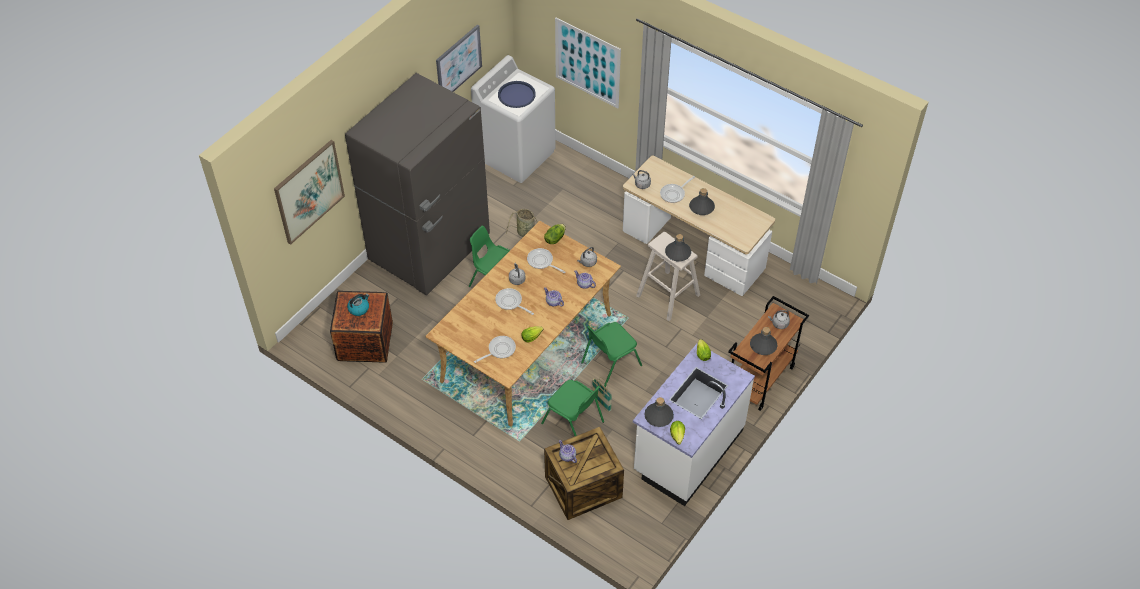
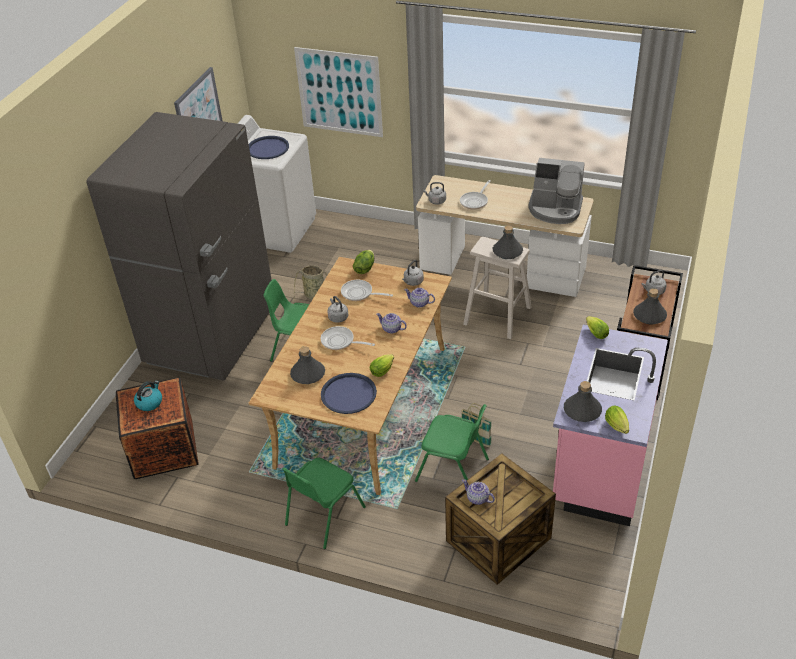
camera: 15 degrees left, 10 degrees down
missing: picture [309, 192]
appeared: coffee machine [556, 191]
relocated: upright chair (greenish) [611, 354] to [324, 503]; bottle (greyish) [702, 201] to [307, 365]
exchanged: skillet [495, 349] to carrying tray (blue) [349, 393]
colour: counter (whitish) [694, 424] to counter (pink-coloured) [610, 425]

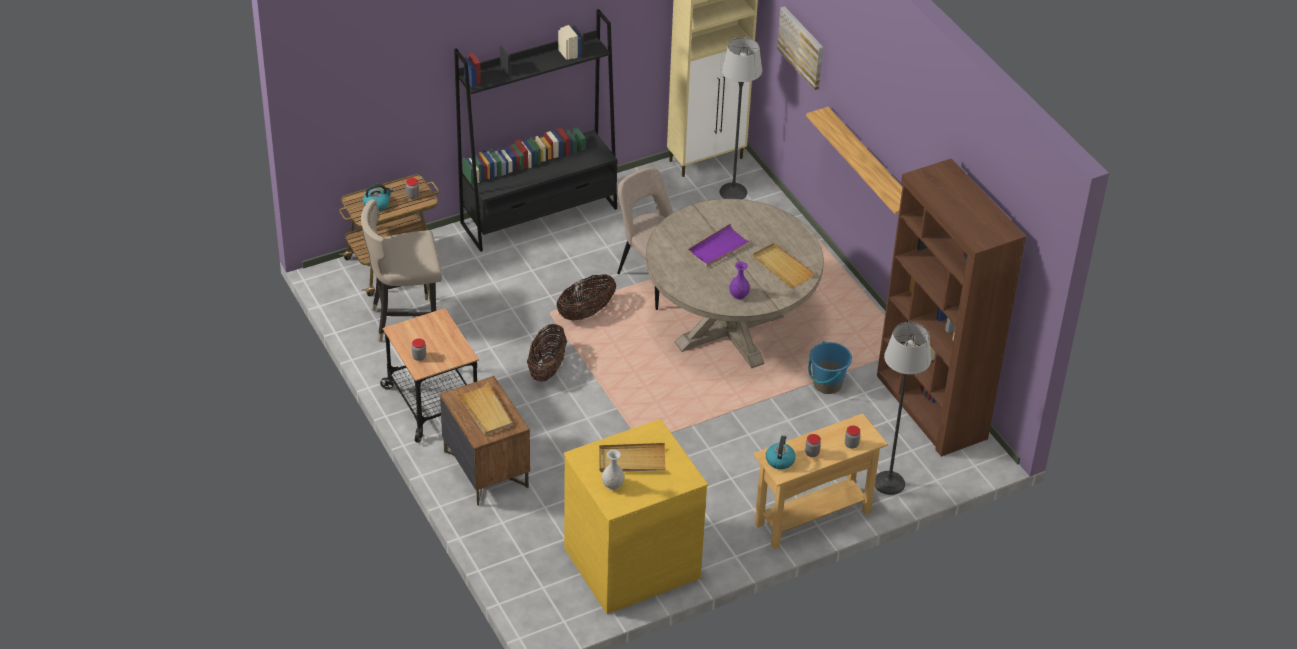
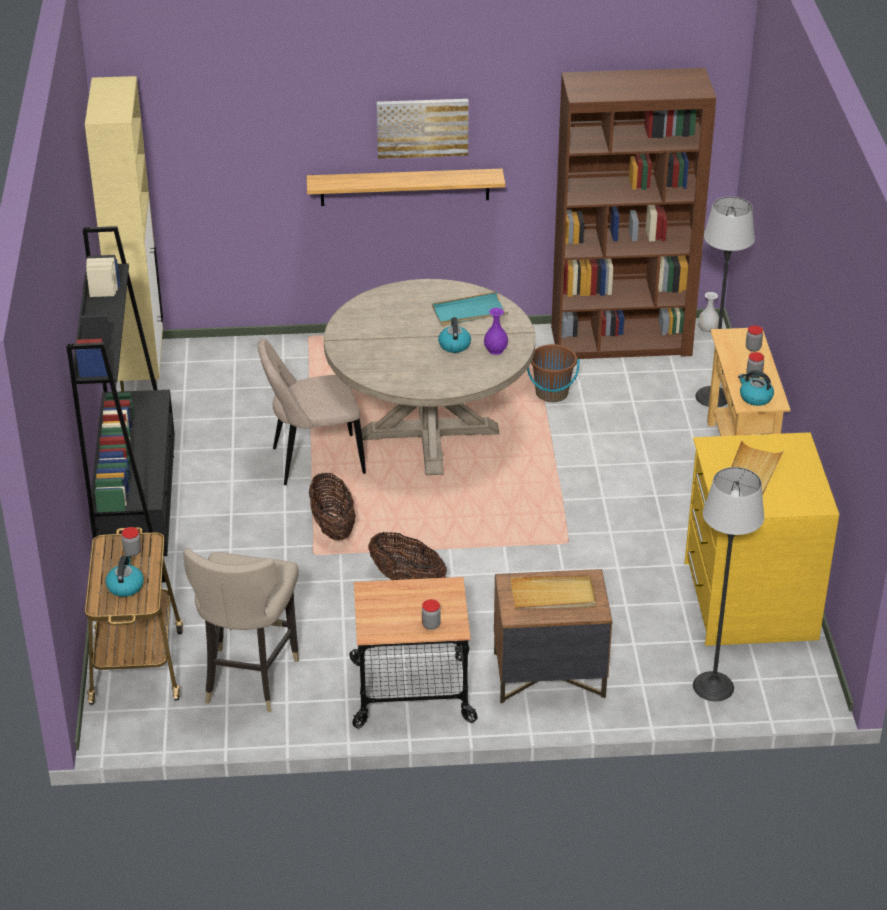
camera: 65 degrees left, 5 degrees down
missing: carrying tray (purple-coloured) [720, 245]
appeared: kettle [454, 335]
relocated: picture [800, 48] to [423, 129]; floor lamp [740, 118] to [728, 584]; vase (whitish) [613, 470] to [708, 313]
colour: carrying tray (beige) [783, 265] to carrying tray (blue-green) [470, 309]; bucket (blue) [830, 367] to bucket (brown) [553, 373]

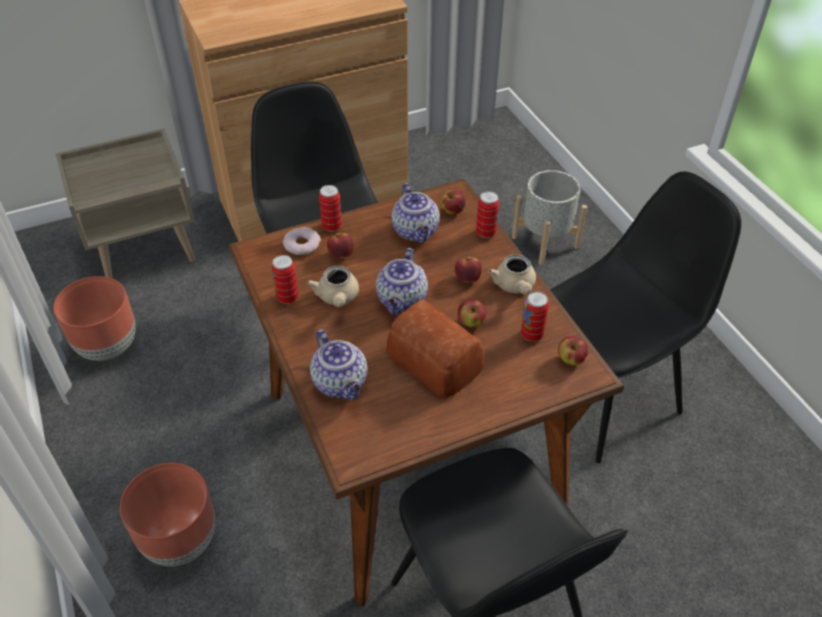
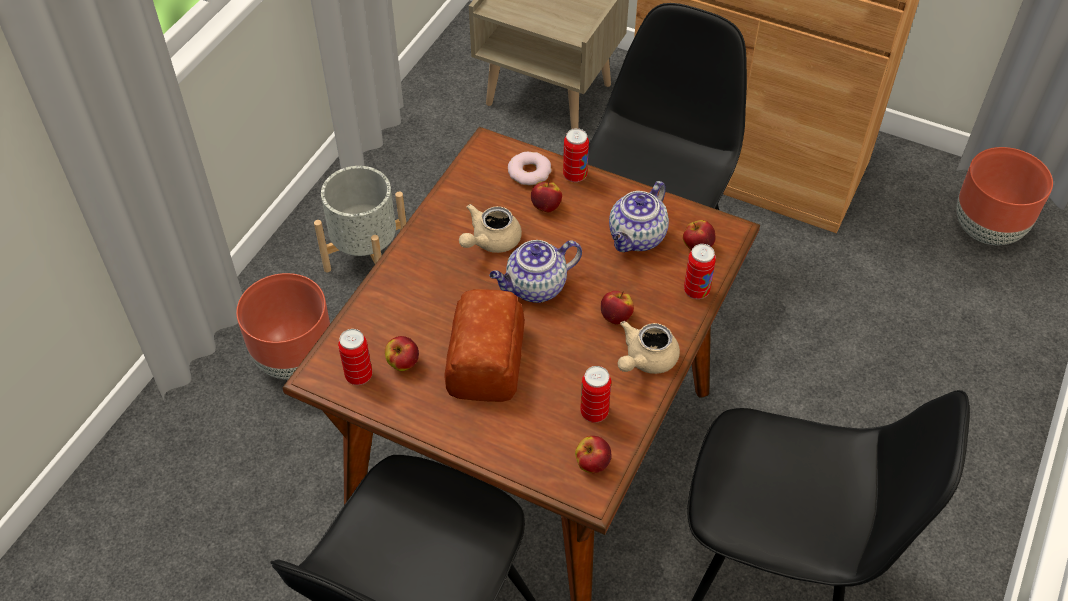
camera: 50 degrees right, 5 degrees up
missing: tea pot [338, 364]
relocated: plant pot (greyish) [549, 217] to [360, 219]; can [285, 279] to [355, 357]; apple [472, 313] to [402, 353]; plant pot (brown) [94, 318] to [1005, 196]

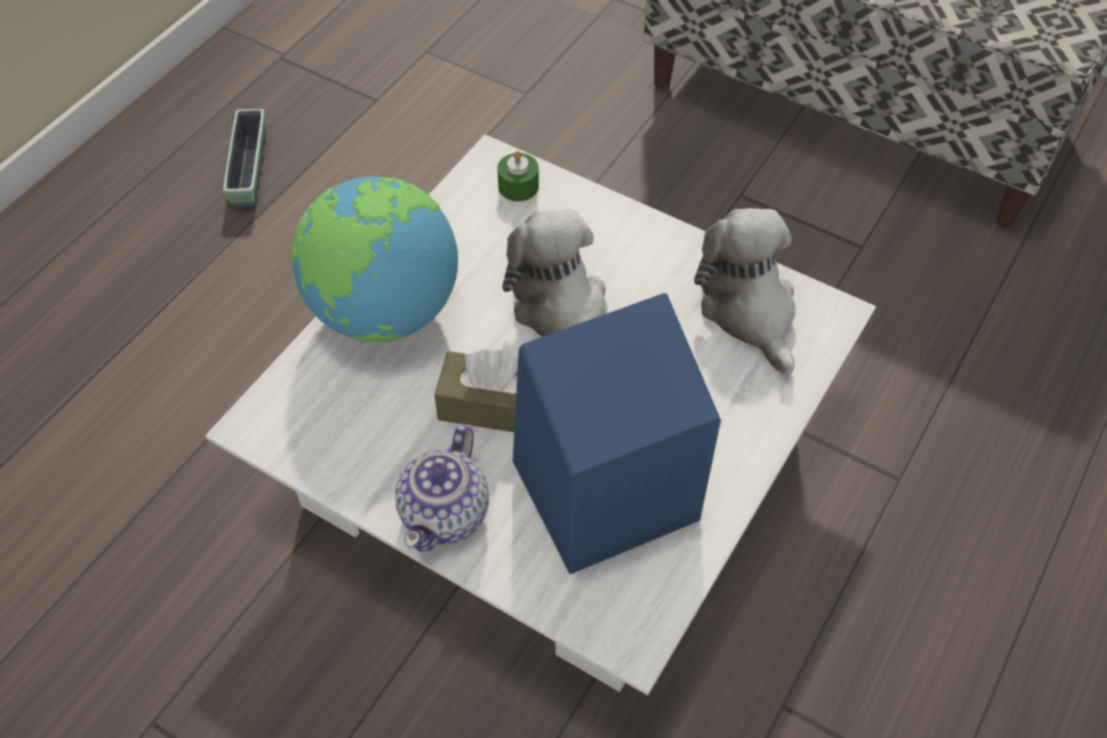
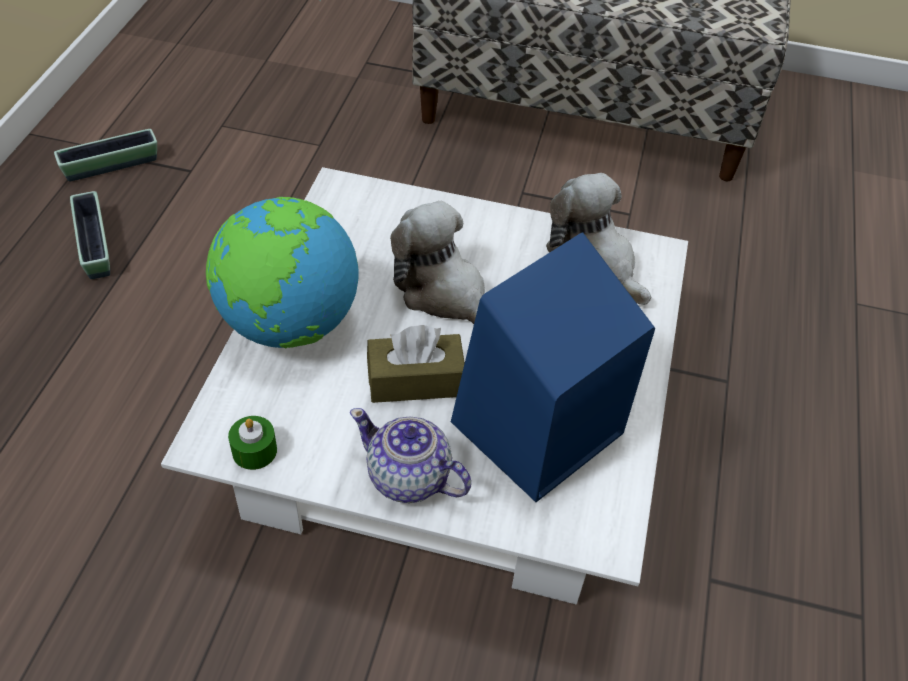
camera: 20 degrees left, 5 degrees down
appeared: plant pot [105, 155]
relocated: wax candle (greenish) [518, 176] to [252, 443]
spun: tea pot [442, 488] = [411, 455] 120 degrees clockwise

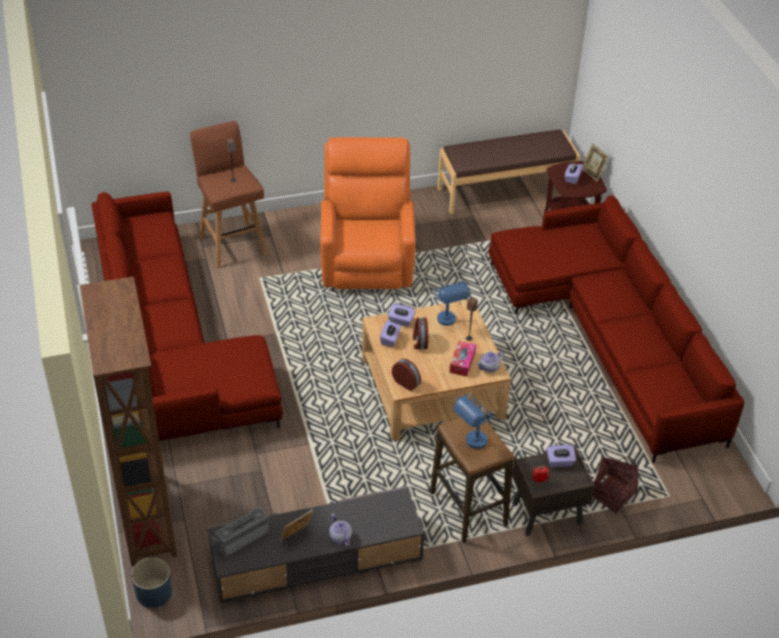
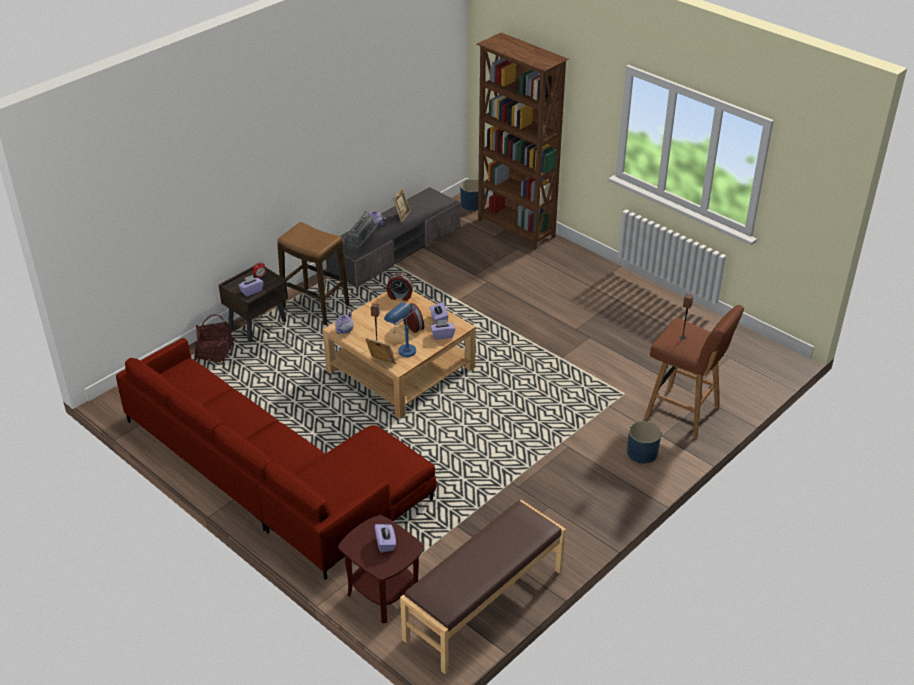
camera: 150 degrees right, 5 degrees down
missing: sofa (red-coloured) [187, 316]; easy chair (orangey) [368, 213]; tissue holder [462, 359]; table lamp (blue) [473, 421]
appeared: plant pot (blue) [644, 442]
relocated: radio receiver [240, 532] to [362, 233]; picture frame [595, 162] to [380, 351]

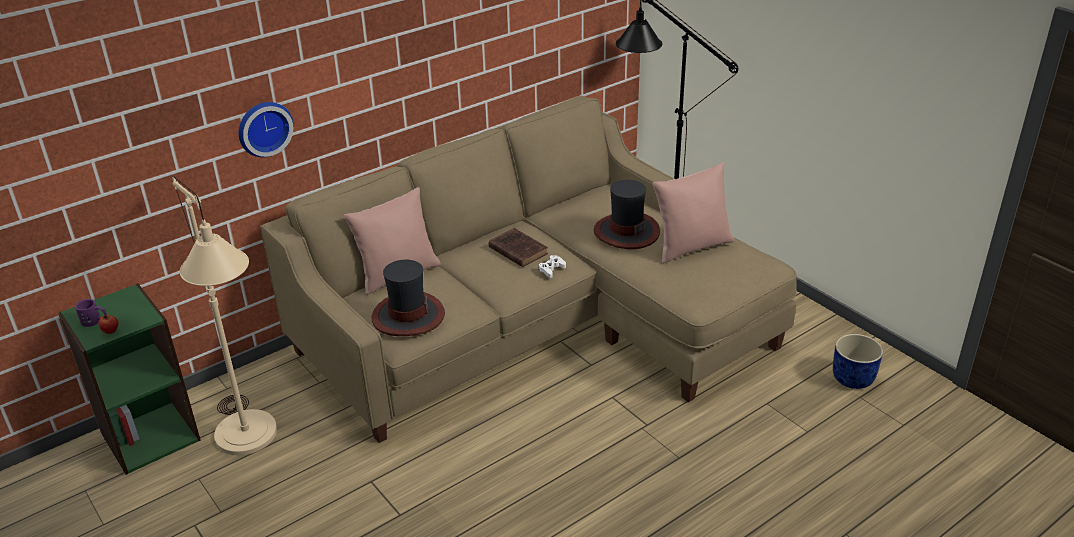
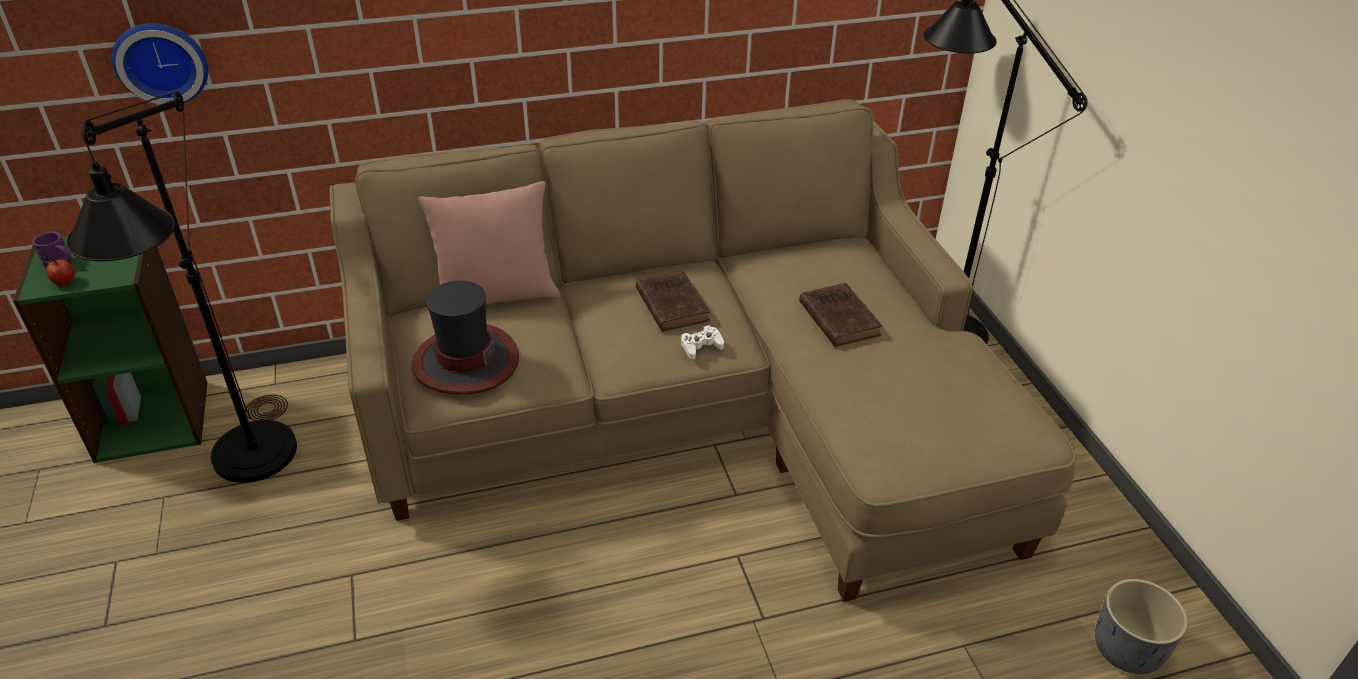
camera: 20 degrees right, 5 degrees up
missing: cushion (pink-coloured) [693, 213]
relocated: hanging clock [266, 129] to [160, 64]
exchanged: clothing hat [627, 214] to volume (brown) [841, 315]
colour: floor lamp (beige) [224, 315] to floor lamp (black) [182, 287]; plant pot (blue) [858, 361] to plant pot (greyish) [1141, 626]

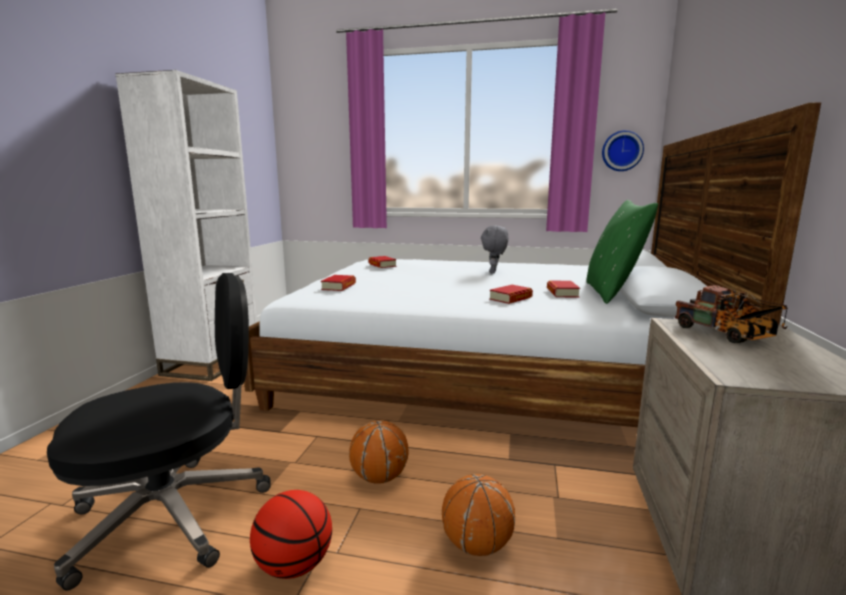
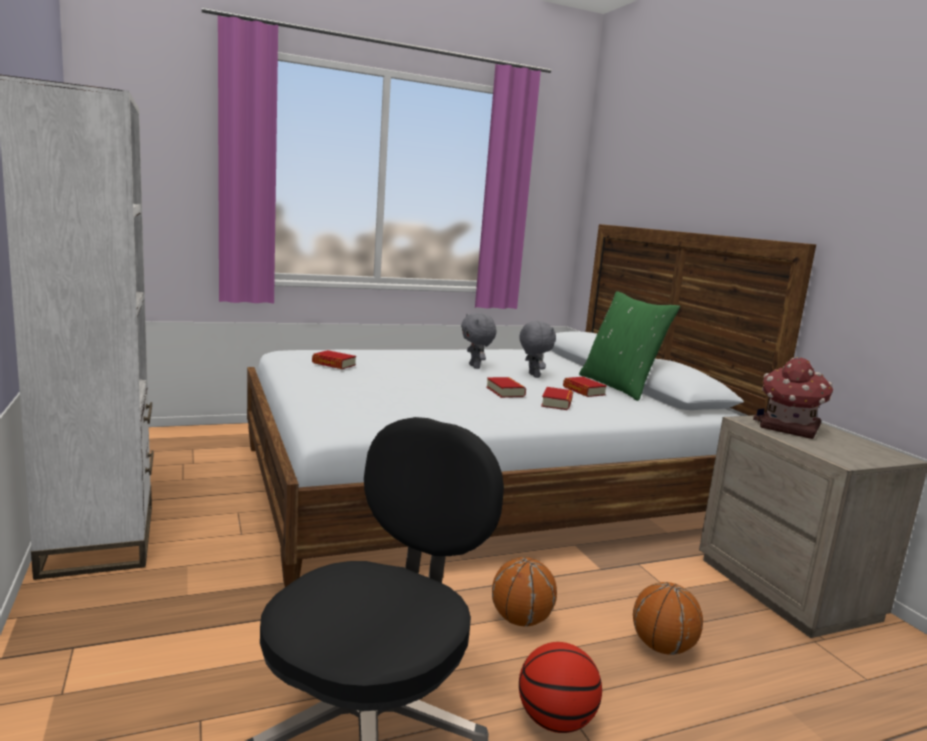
camera: 35 degrees left, 0 degrees up
missing: hanging clock [623, 150]
appeared: cuddly toy (greyish) [537, 349]
relocated: volume [338, 283] to [506, 387]
exchanged: toy truck [731, 314] to miniature house [793, 398]

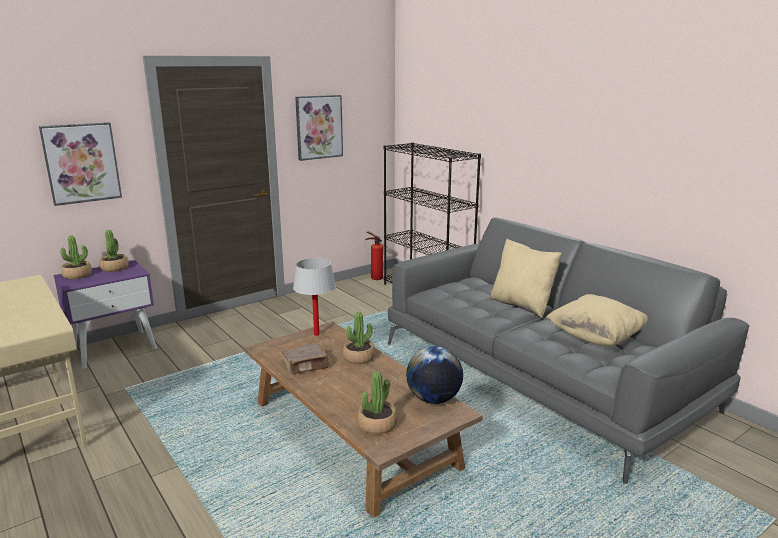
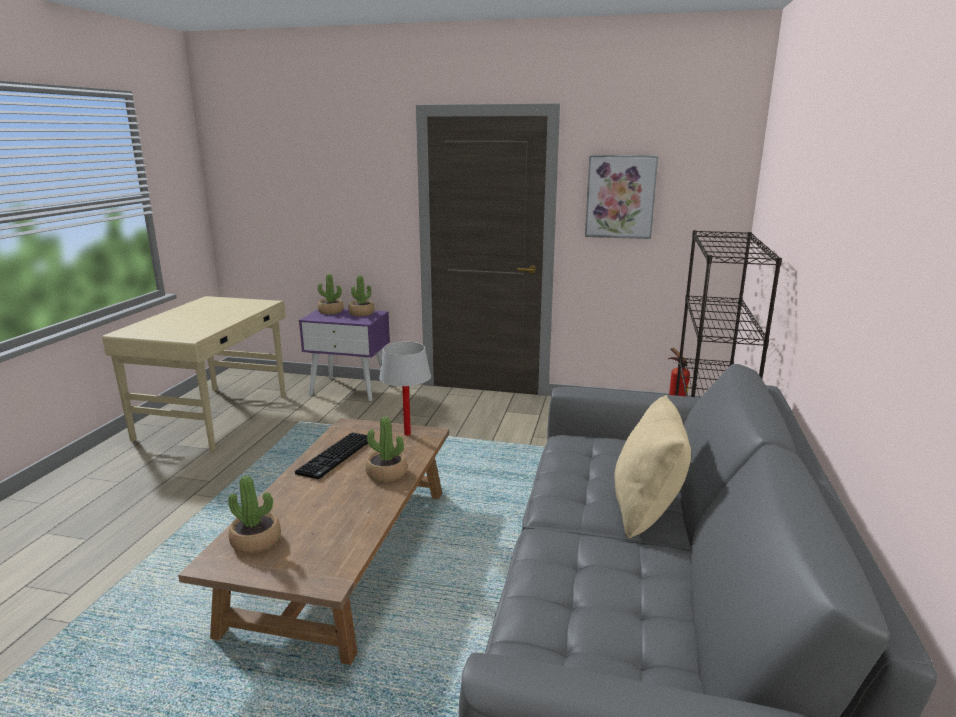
camera: 50 degrees right, 0 degrees up
missing: picture [80, 164]; desk globe [434, 375]; cushion (beige) [597, 320]
exchanged: volume (brown) [305, 358] to computer keyboard [331, 455]

